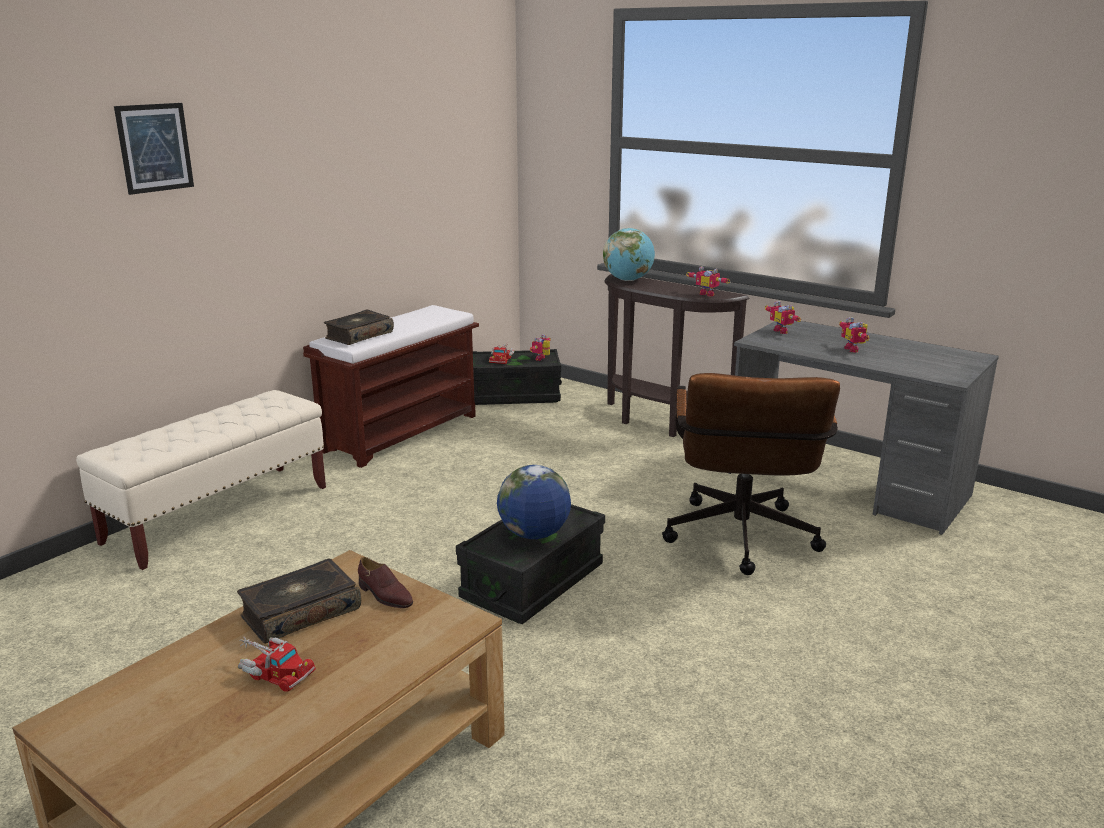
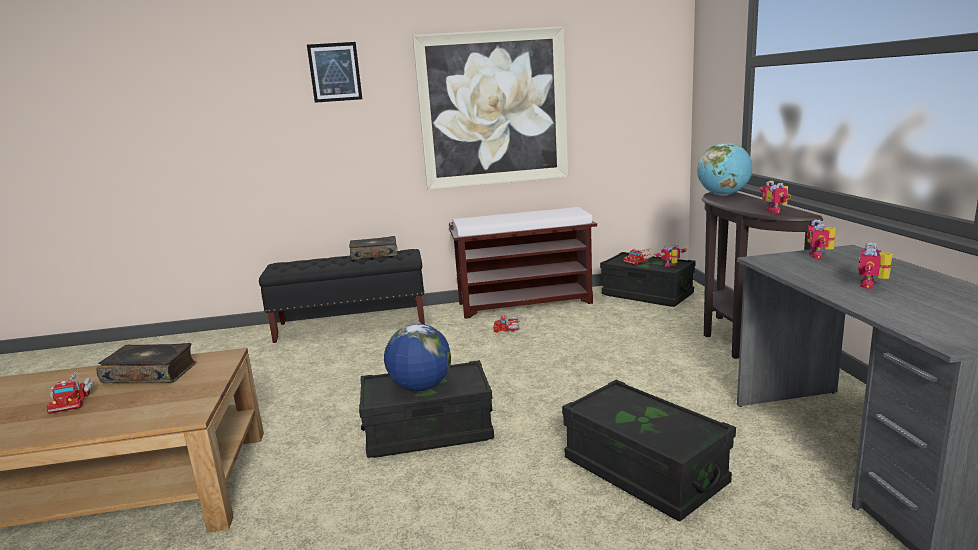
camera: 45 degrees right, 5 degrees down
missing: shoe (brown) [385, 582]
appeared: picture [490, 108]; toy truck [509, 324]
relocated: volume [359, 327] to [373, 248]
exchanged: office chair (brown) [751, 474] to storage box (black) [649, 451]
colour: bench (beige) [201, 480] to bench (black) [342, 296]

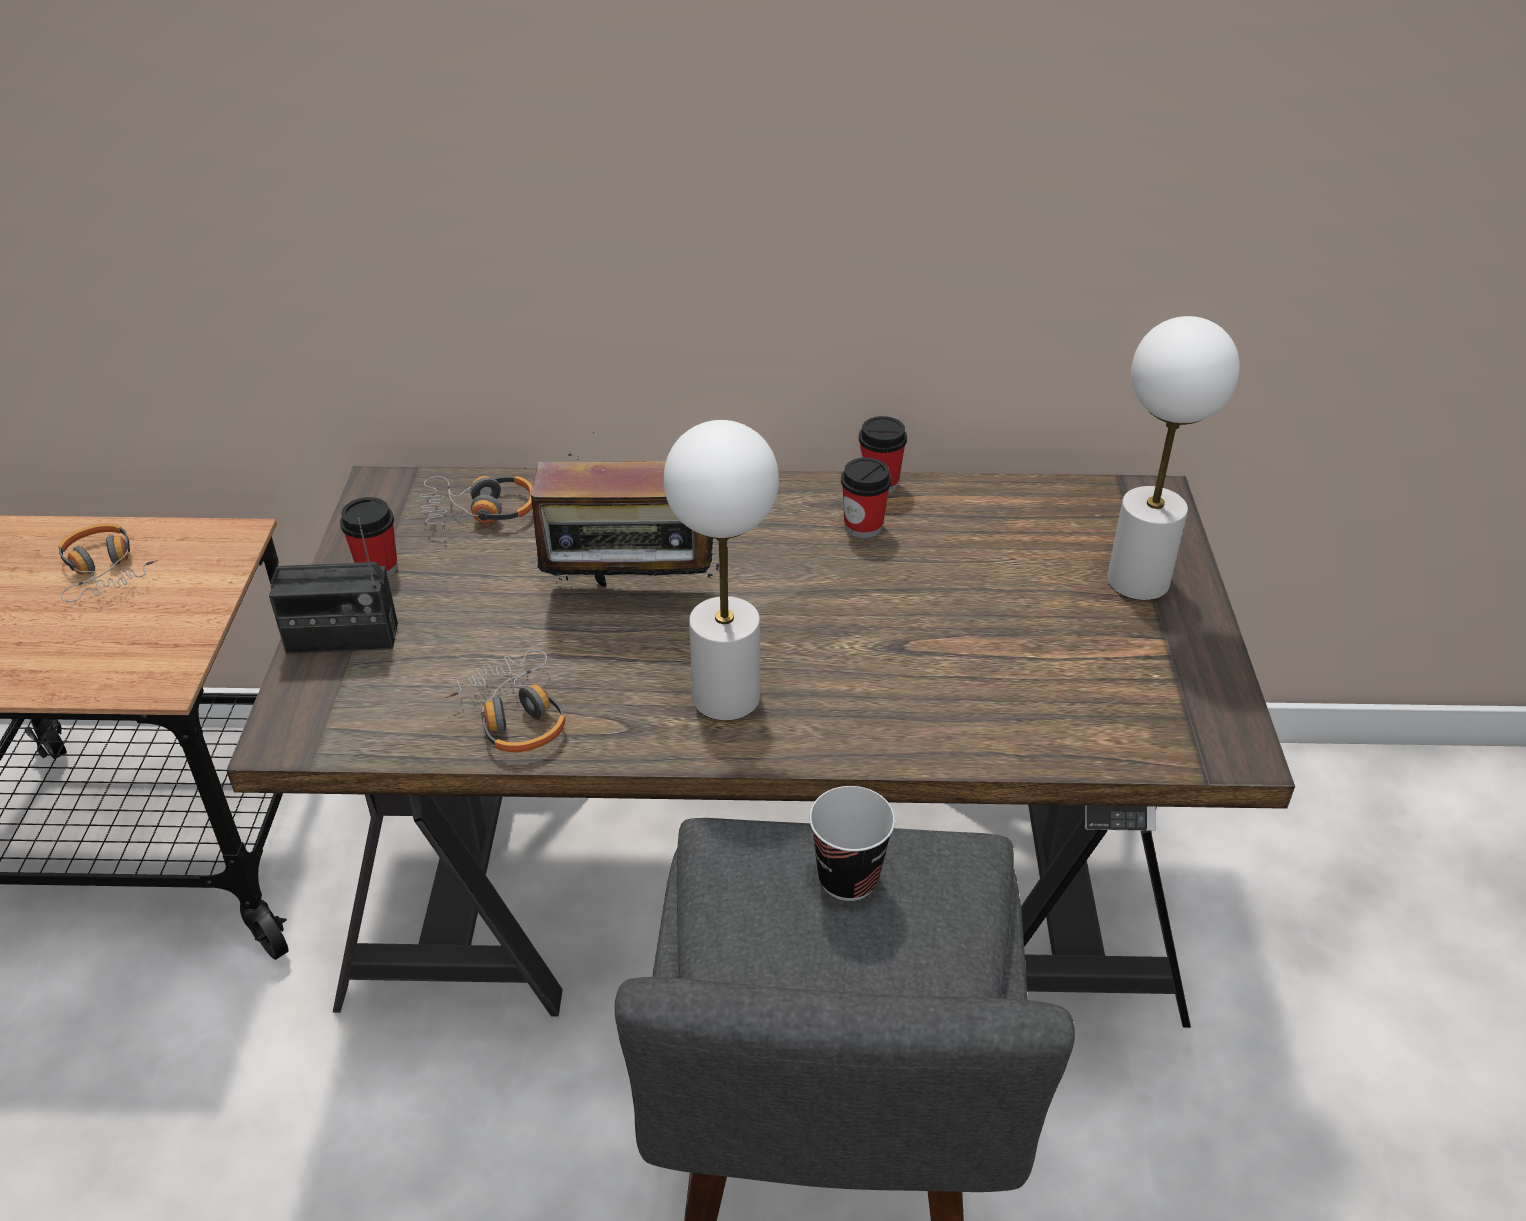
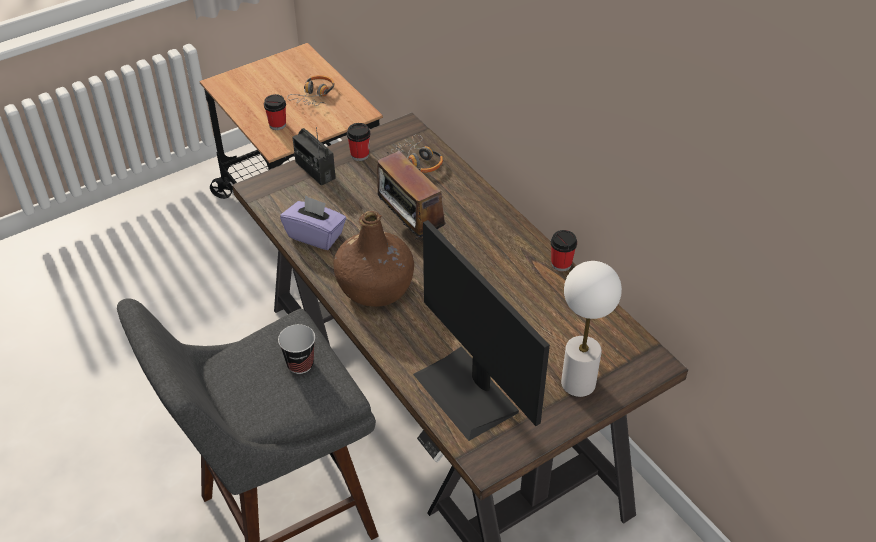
camera: 55 degrees right, 5 degrees up
appeared: monitor [481, 330]
relocated: small cup [866, 498] to [275, 112]
exchanged: headphones [505, 701] to tissue holder (purple-coloured) [313, 222]; table lamp (whitish) [721, 570] to bottle (brown) [373, 259]

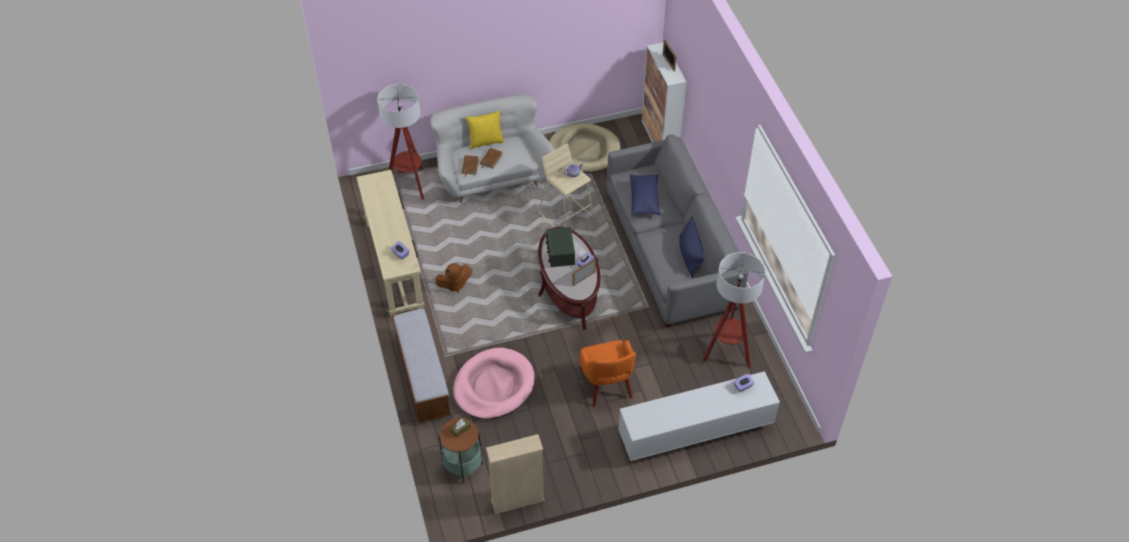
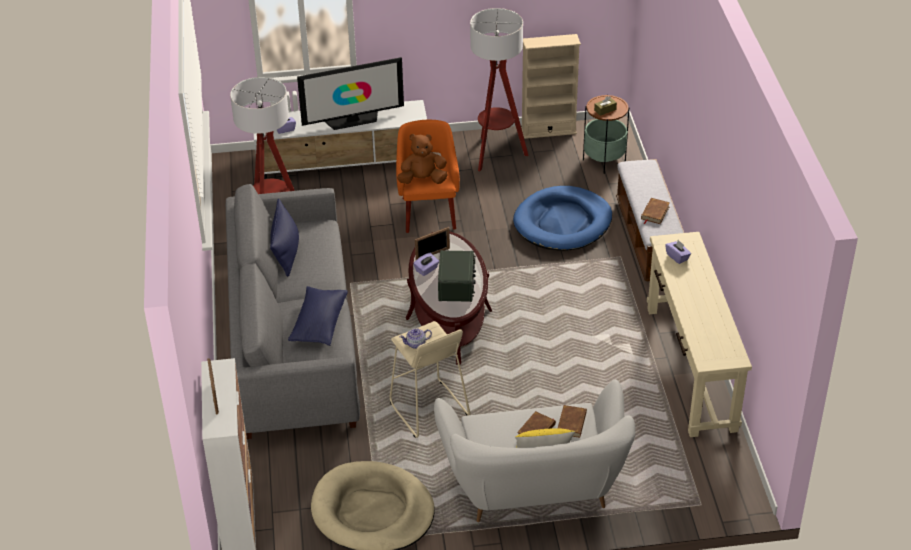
camera: 170 degrees left, 10 degrees down
appeared: TV set [350, 93]; volume (brown) [655, 211]
relocated: cuddly toy (brown) [453, 278] to [422, 159]; floor lamp [400, 142] to [499, 89]
colour: pet bed (pink-coloured) [494, 383] to pet bed (blue) [562, 218]

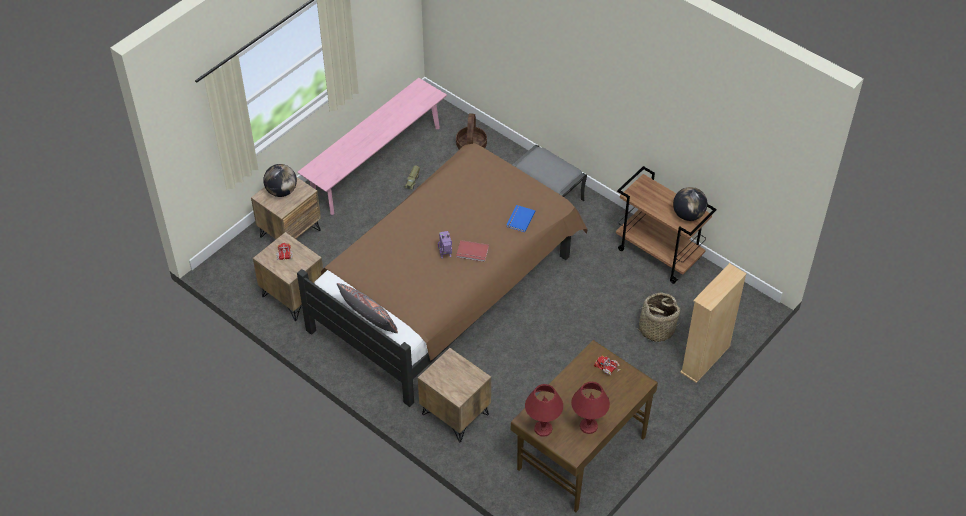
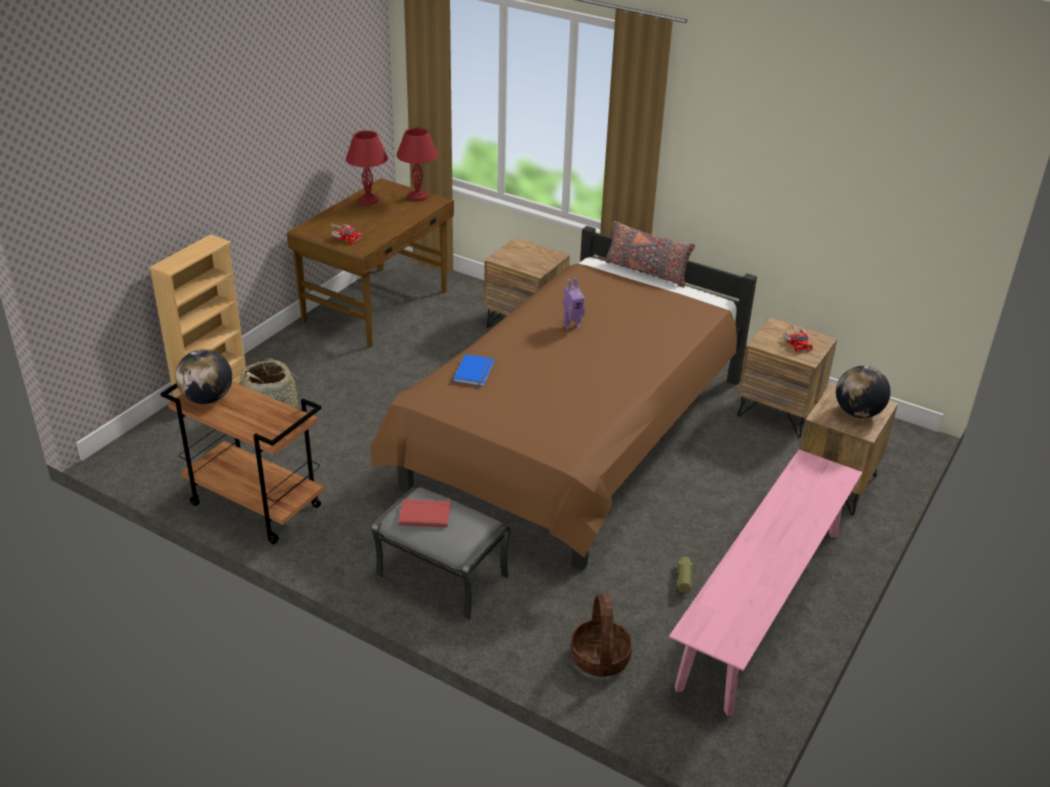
camera: 170 degrees right, 15 degrees down
relocated: volume (red-coloured) [472, 251] to [425, 513]

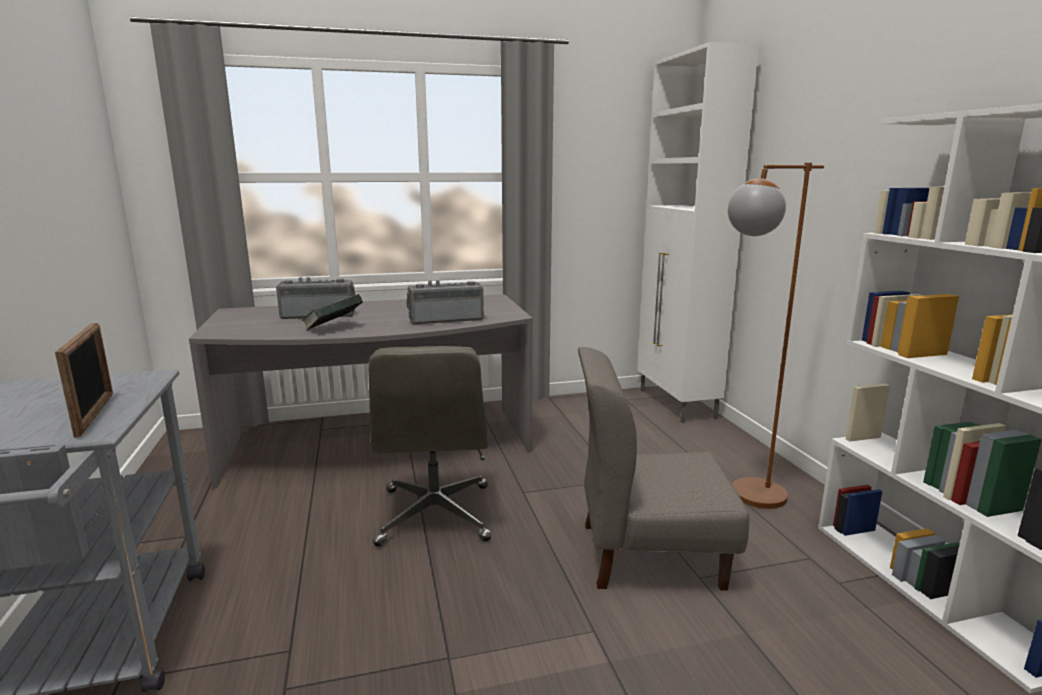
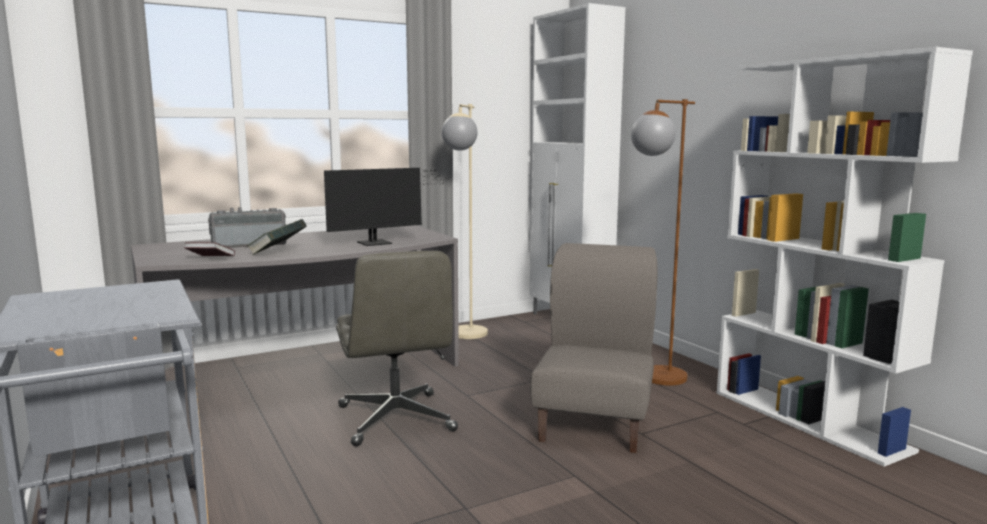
camera: 15 degrees left, 5 degrees down
missing: picture frame [84, 380]
appeared: volume [209, 249]; floor lamp (beige) [465, 221]
exchanged: radio receiver [445, 302] to monitor [386, 207]
spun: upright chair (greyish) [663, 469] = [594, 348] 120 degrees clockwise

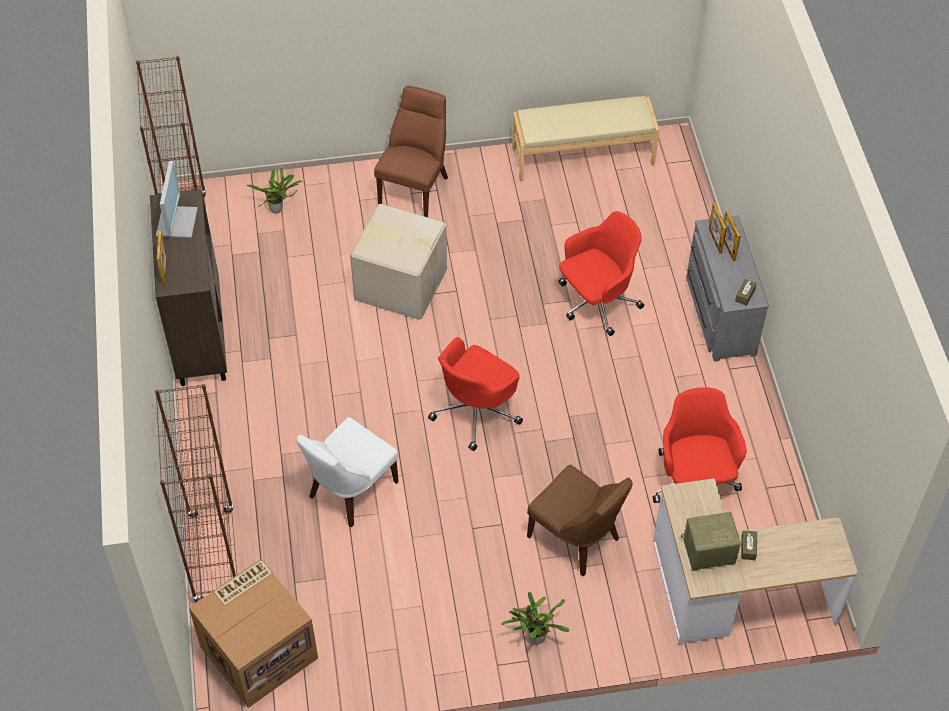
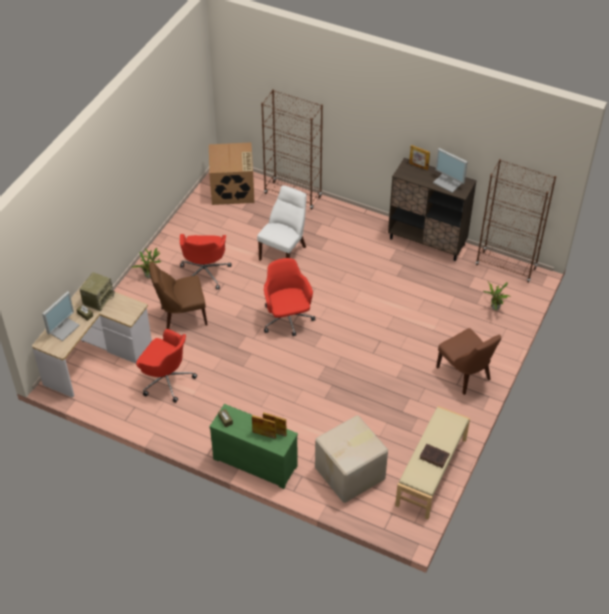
camera: 125 degrees right, 5 degrees down
appeared: monitor [61, 316]; volume (brown) [435, 456]
relocated: office chair (red-coloured) [601, 273] to [205, 262]; packing box [398, 262] to [351, 459]
colour: drawer chest (greyish) [727, 289] to drawer chest (greenish) [253, 446]
spun: upright chair (whitish) [348, 472] = [282, 223] 45 degrees clockwise

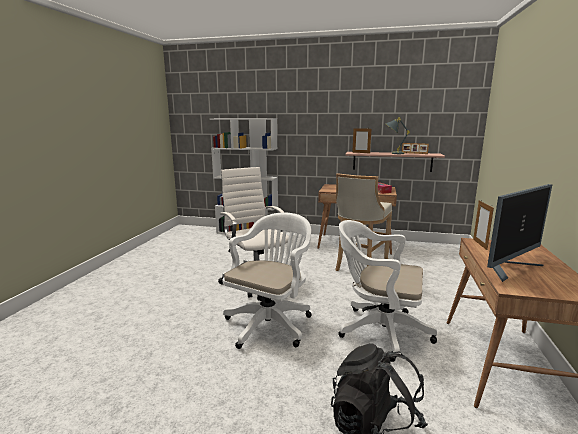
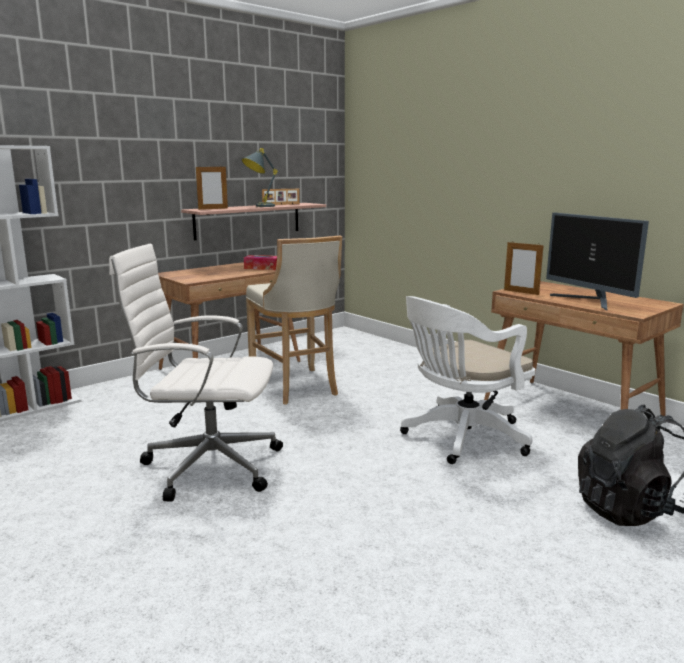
camera: 55 degrees left, 0 degrees up
missing: office chair (whitish) [267, 281]
spun: monitor [519, 233] = [597, 262] 150 degrees clockwise

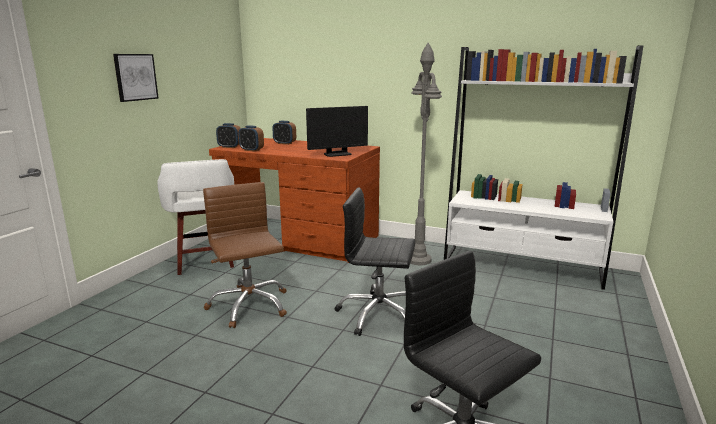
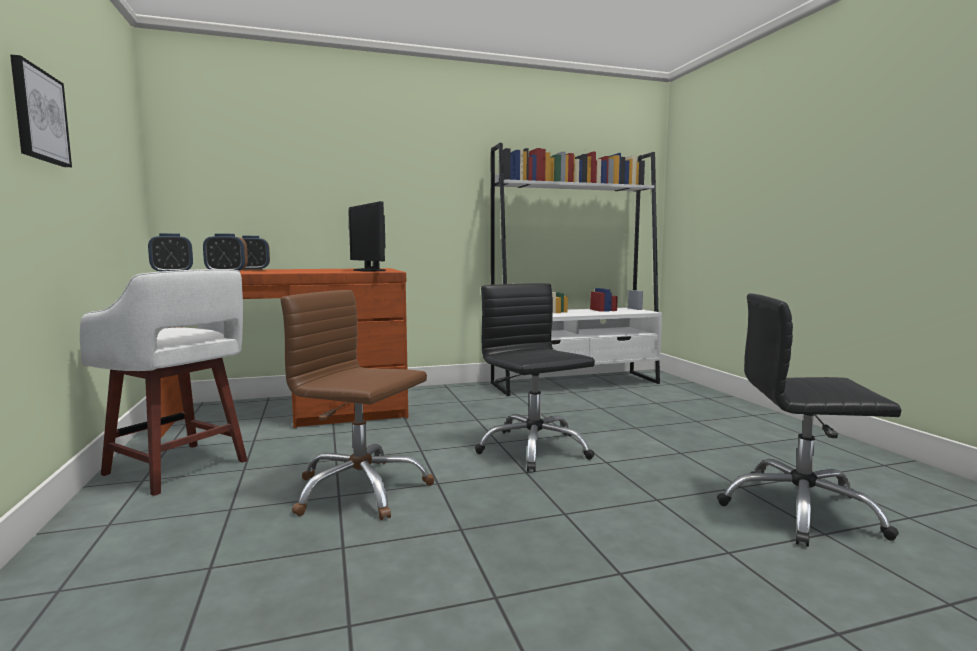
camera: 40 degrees left, 10 degrees down
missing: floor lamp (greyish) [426, 154]
spun: monitor [337, 131] = [367, 236] 120 degrees clockwise; office chair (black) [374, 261] = [535, 377] 90 degrees clockwise

